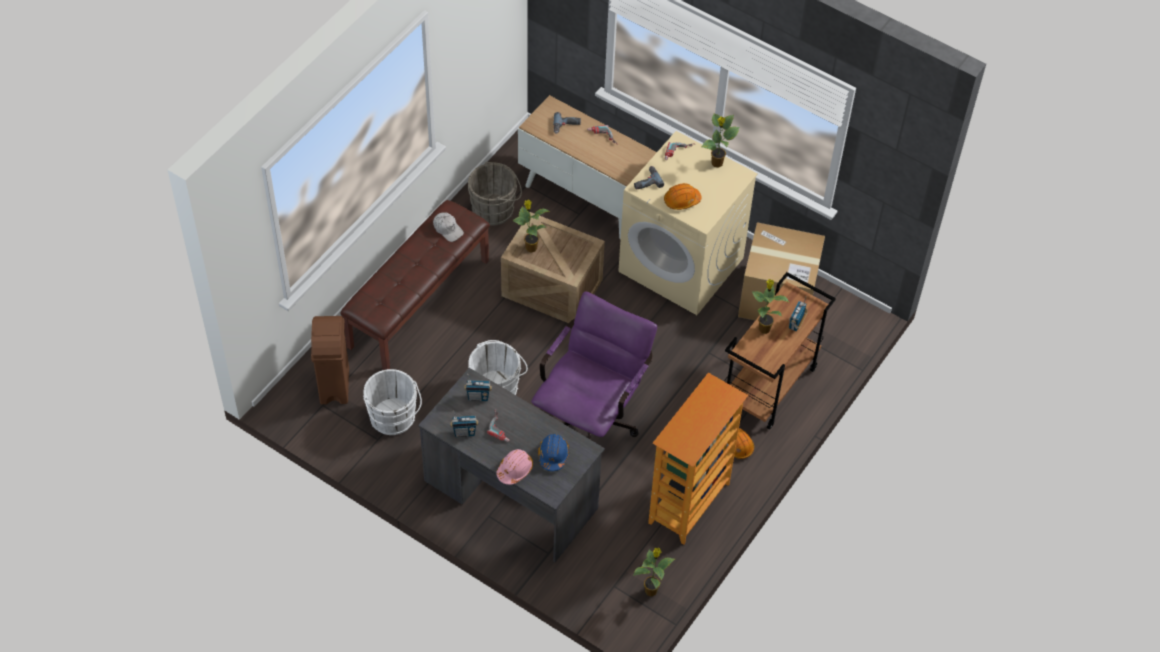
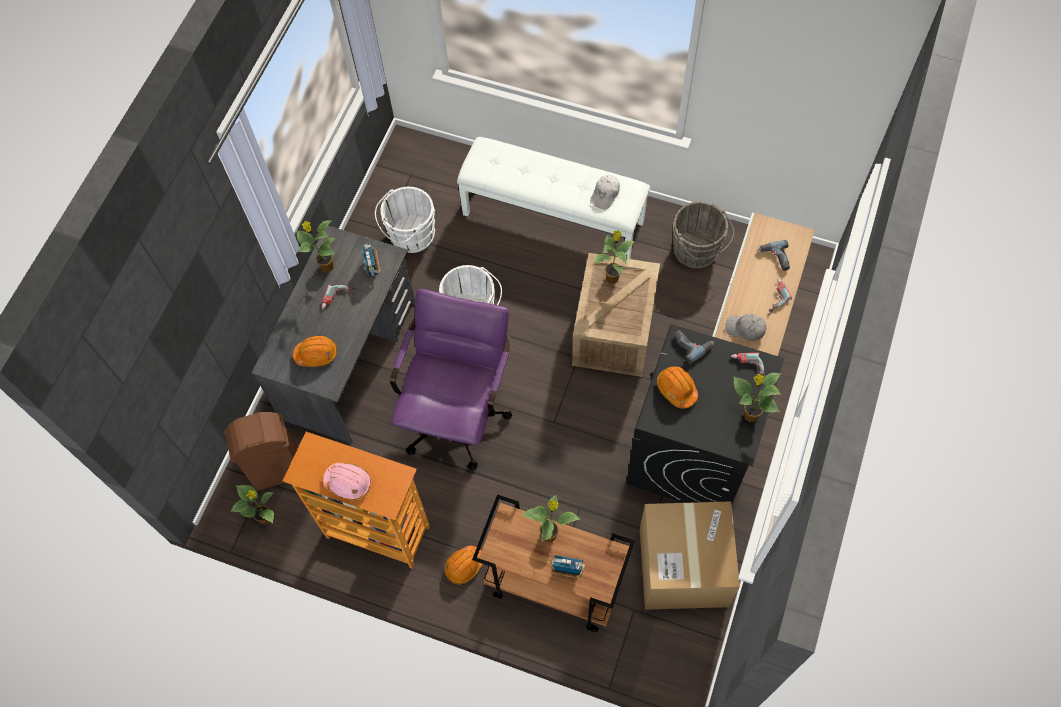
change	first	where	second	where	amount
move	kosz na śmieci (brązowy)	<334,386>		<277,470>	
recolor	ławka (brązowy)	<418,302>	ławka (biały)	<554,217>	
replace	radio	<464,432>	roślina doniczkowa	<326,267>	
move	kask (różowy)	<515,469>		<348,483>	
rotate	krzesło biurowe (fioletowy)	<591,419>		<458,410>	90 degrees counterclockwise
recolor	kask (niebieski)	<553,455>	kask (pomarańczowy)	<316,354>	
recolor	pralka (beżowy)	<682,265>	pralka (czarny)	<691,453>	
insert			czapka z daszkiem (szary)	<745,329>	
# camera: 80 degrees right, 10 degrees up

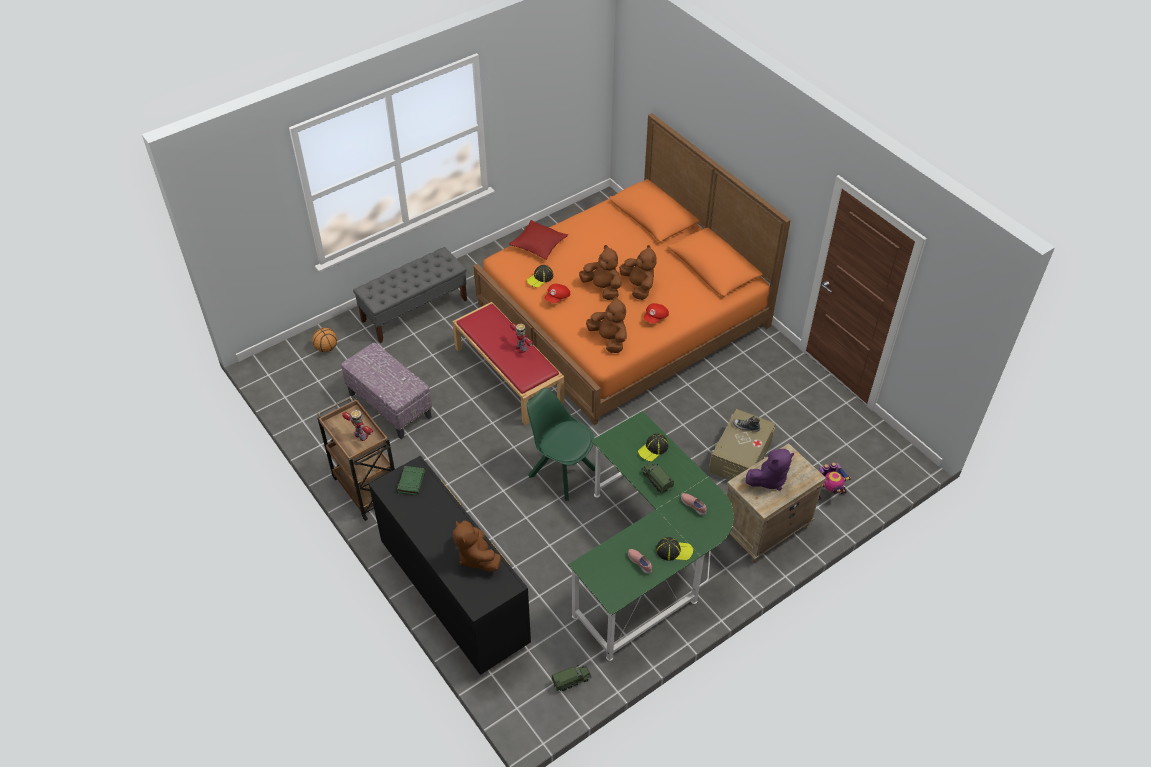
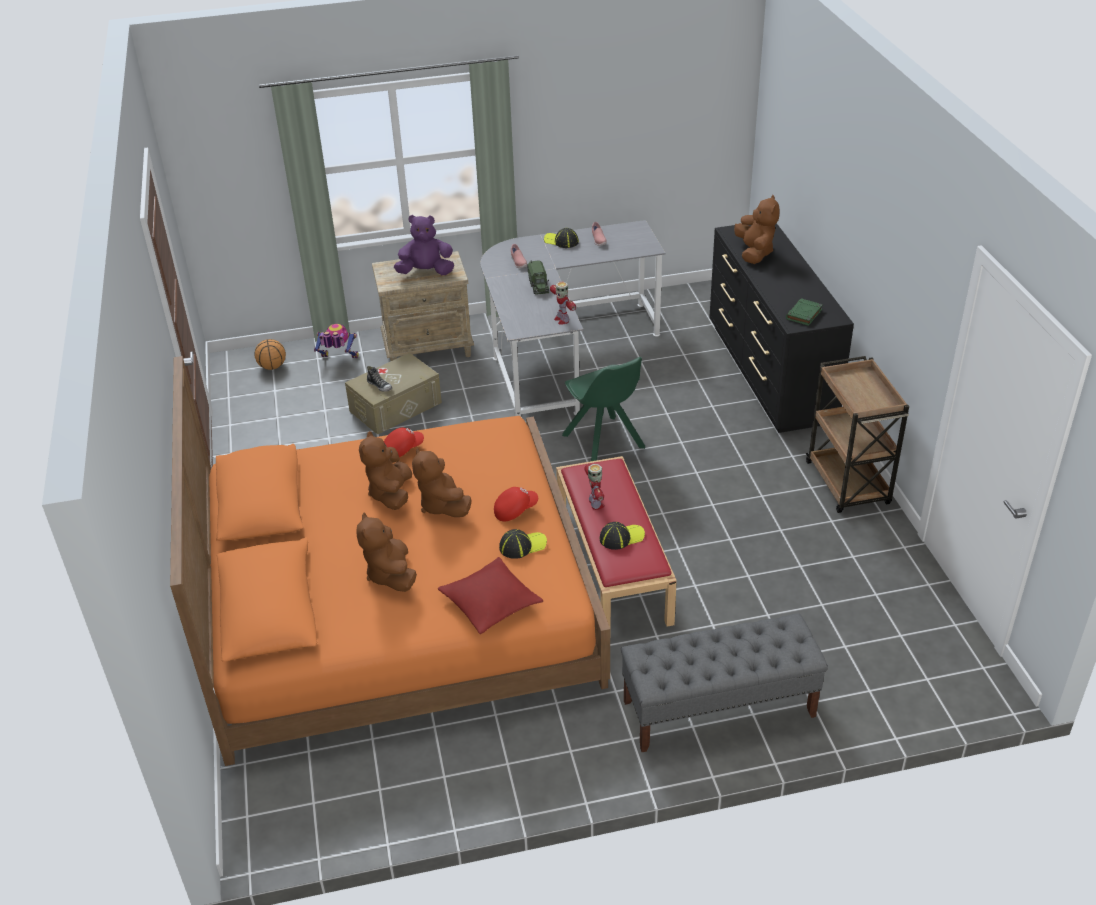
change	first	where	second	where	amount
move	piłka do koszykówki	<326,348>		<273,366>	
delete	pufa	<389,405>			
move	robot zabawkowy	<361,436>		<562,319>	
delete	ciężarówka zabawkowa	<571,680>			
recolor	biurko (zielony)	<649,561>	biurko (szary)	<560,352>	
move	pluszak (brązowy)	<609,339>		<390,575>	
move	czapka z daszkiem	<653,449>		<621,537>	
# camera: 155 degrees left, 10 degrees down

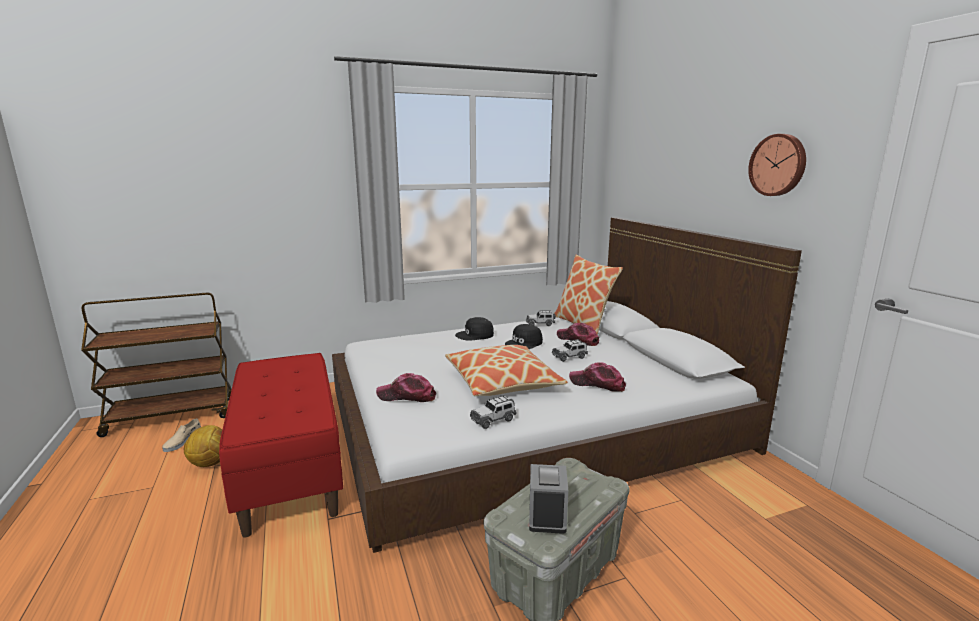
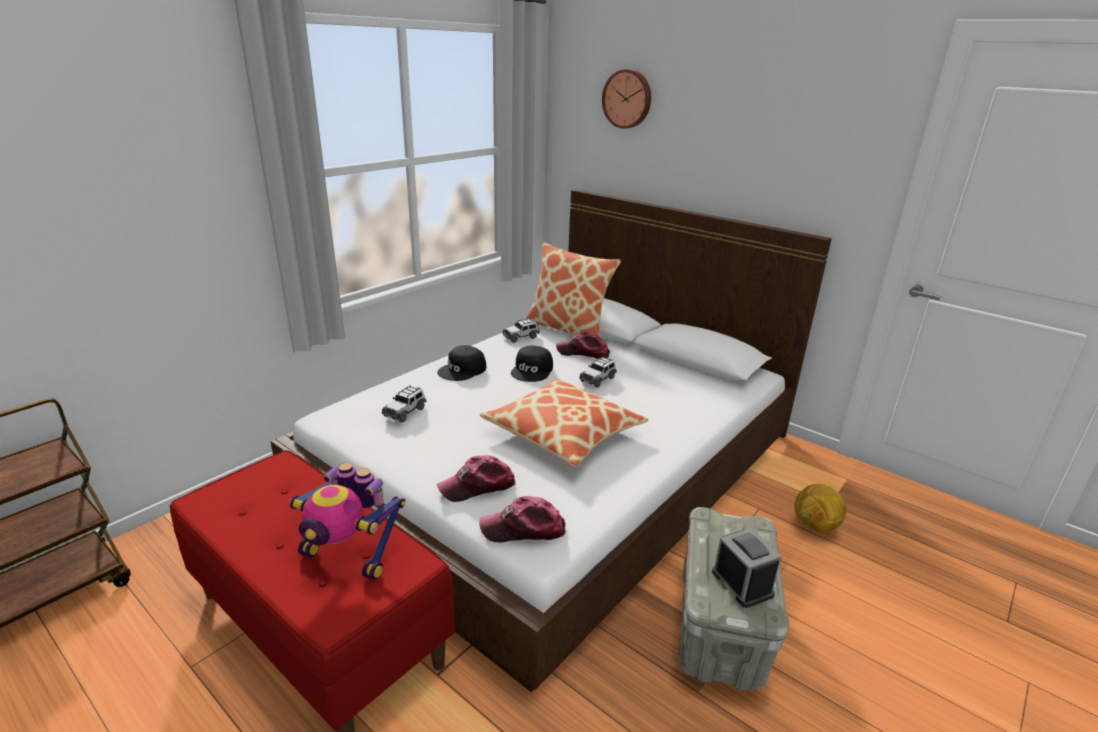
change	first	where	second	where	amount
delete	but (beżowy)	<182,441>			
move	piłka futbolowa	<210,464>		<815,527>	
move	samochodzik	<493,420>		<405,412>	
move	czapka z daszkiem	<597,384>		<523,529>	
move	zegar ścienny	<778,165>		<627,99>	
insert			robot zabawkowy	<349,556>	
# camera: 30 degrees left, 10 degrees up

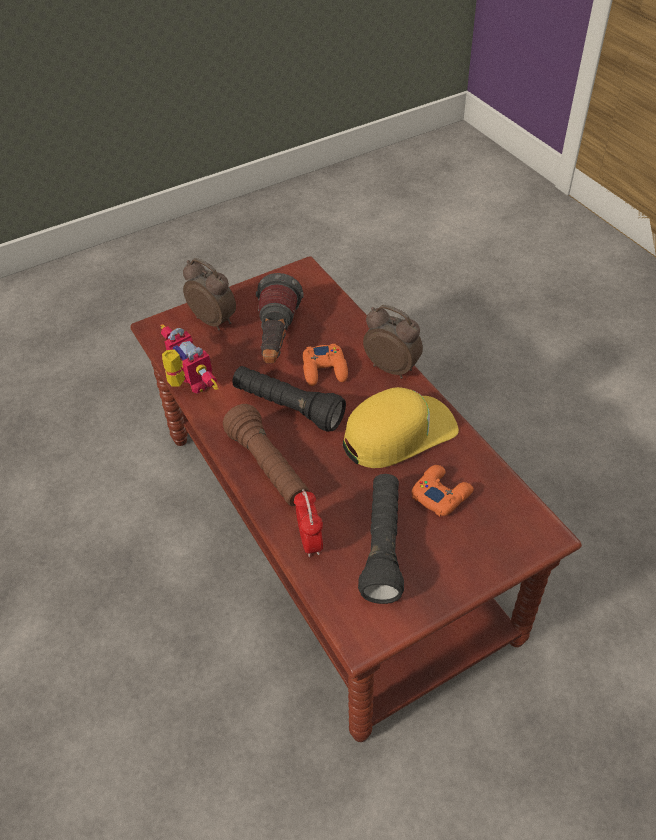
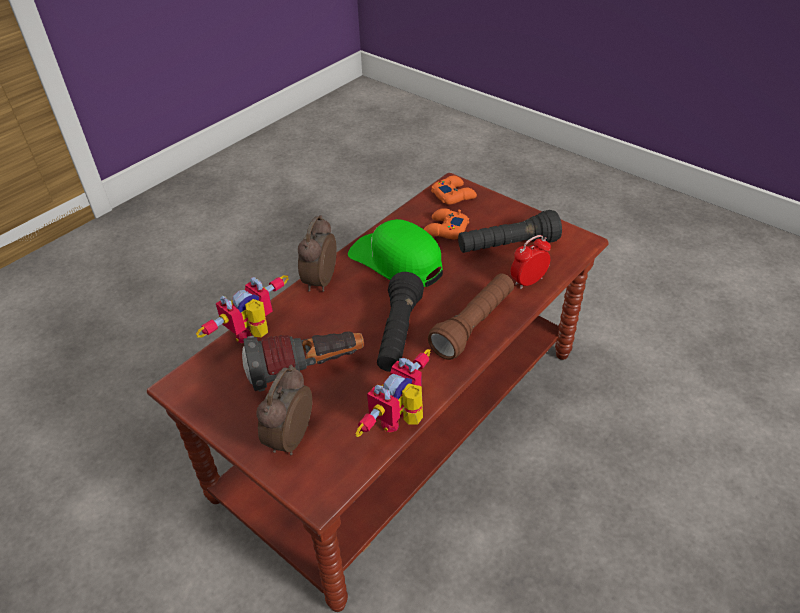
change	first	where	second	where	amount
move	pad do gier (pomarańczowy)	<325,369>		<453,195>	
recolor	czapka z daszkiem (żółty)	<399,433>	czapka z daszkiem (zielony)	<396,261>	
insert			robot zabawkowy	<254,335>	
# camera: 110 degrees left, 5 degrees down

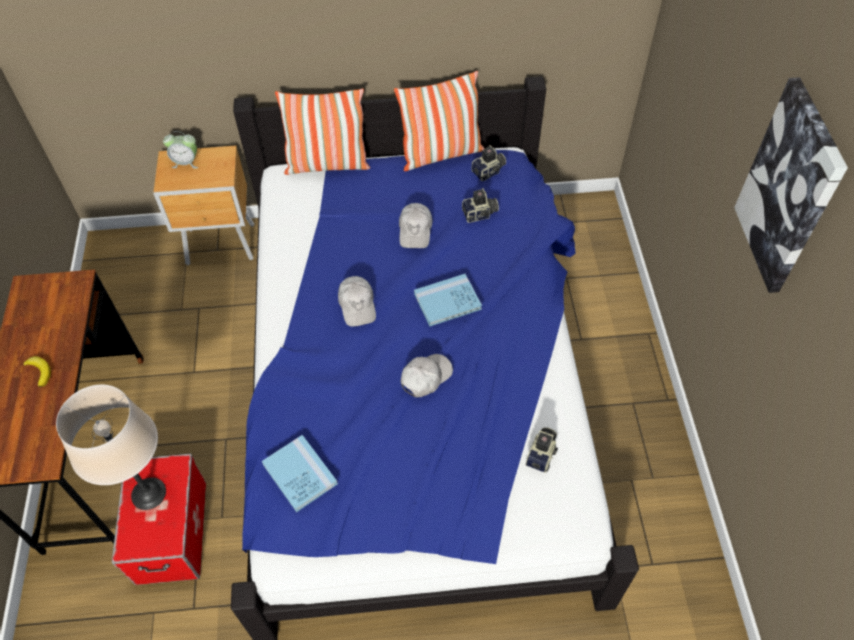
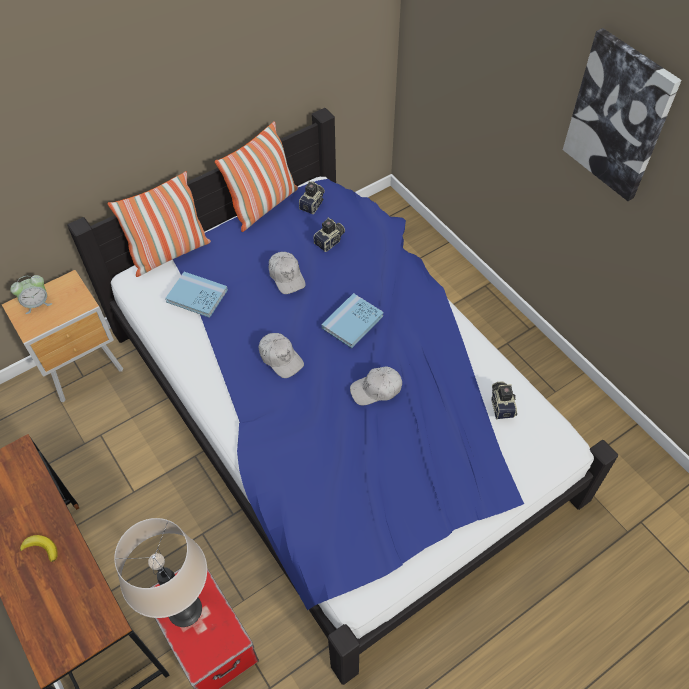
change	first	where	second	where	amount
move	książka (niebieski)	<300,474>		<197,296>	
rotate	czapka z daszkiem (biały)	<425,377>		<376,389>	120 degrees counterclockwise
# camera: 30 degrees left, 0 degrees up

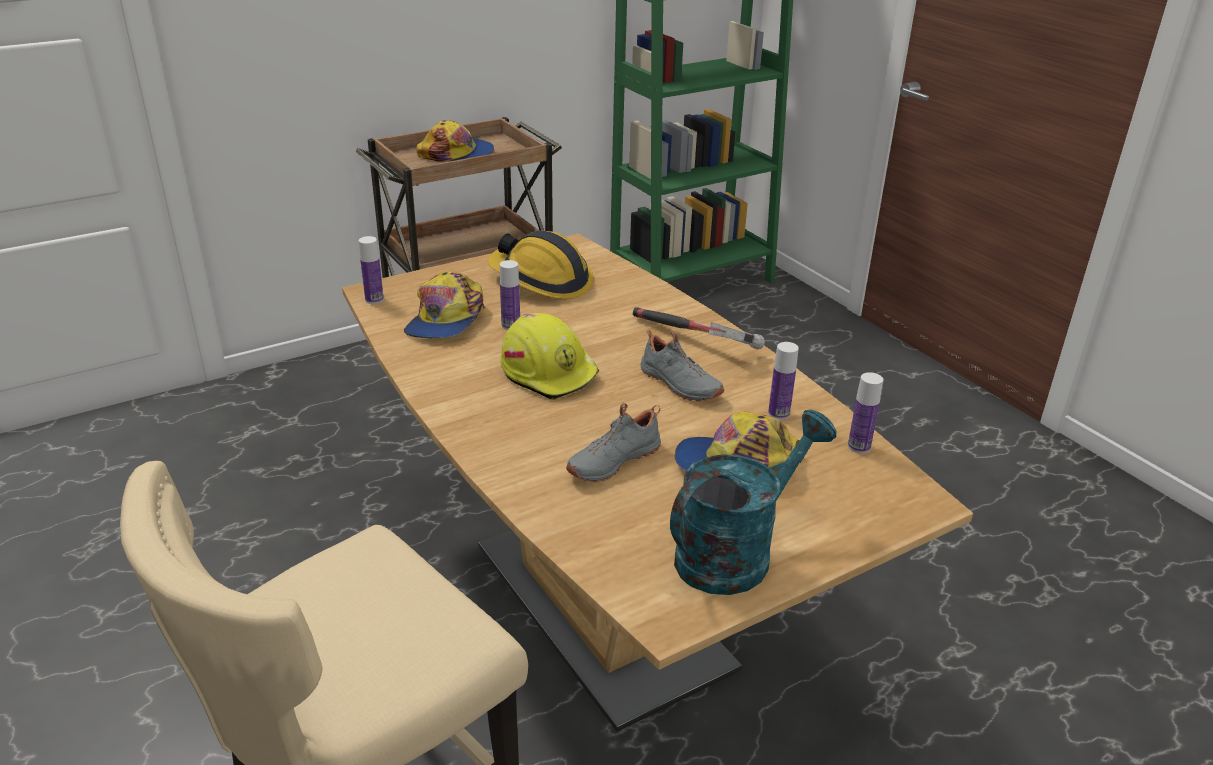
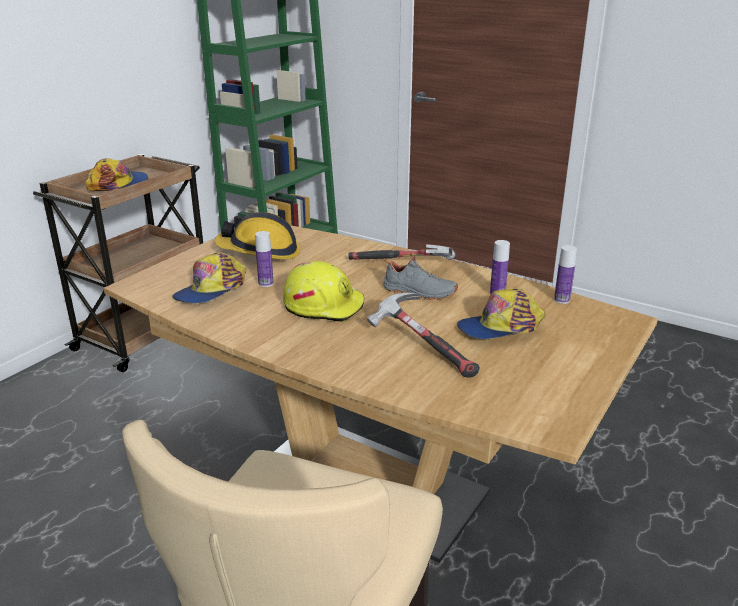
change	first	where	second	where	amount
delete	butelka	<374,299>			
rotate	czapka z daszkiem	<446,319>		<212,290>	45 degrees clockwise
replace	but (szary)	<612,460>	młotek	<422,347>	
delete	konewka (turkusowy)	<735,552>			
# camera: 25 degrees left, 5 degrees down

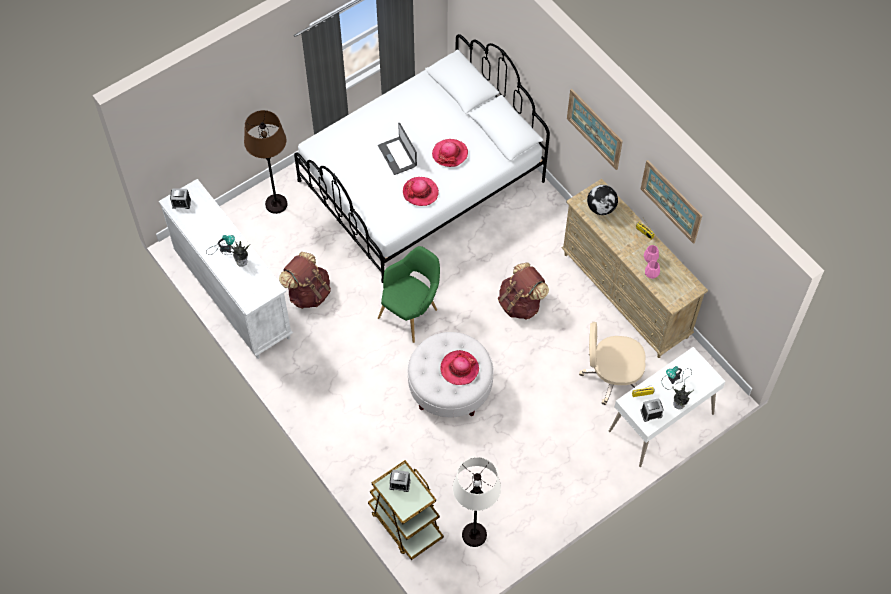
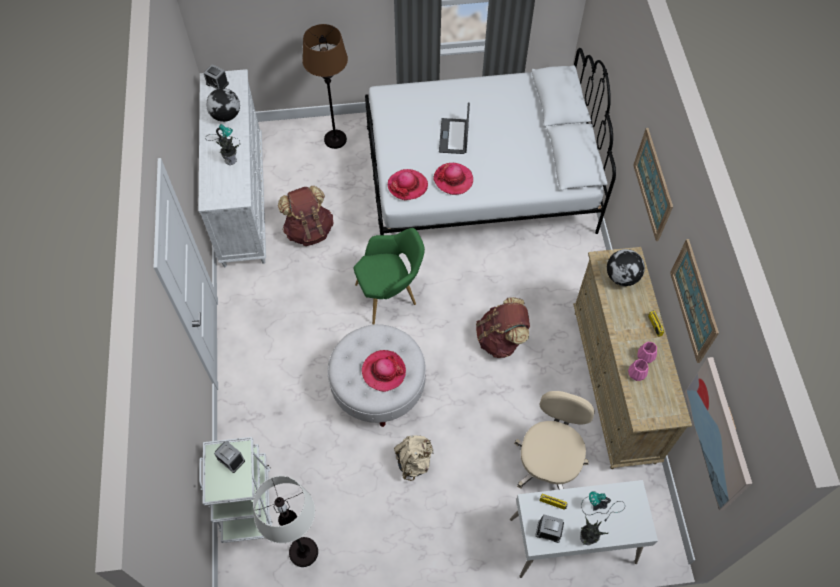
change	first	where	second	where	amount
recolor	wózek (brązowy)	<405,523>	wózek (biały)	<246,500>	
move	kapelusz	<450,154>		<407,186>	
rotate	krzesło biurowe (beżowy)	<611,376>		<548,462>	75 degrees clockwise
insert			globus	<226,115>	
insert			plecak (beżowy)	<414,461>	
insert			obraz	<719,433>	
# camera: 30 degrees right, 0 degrees up

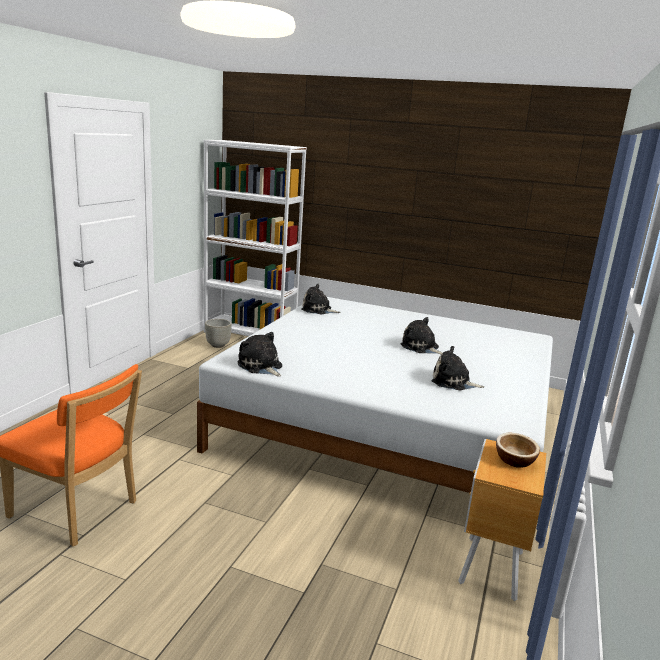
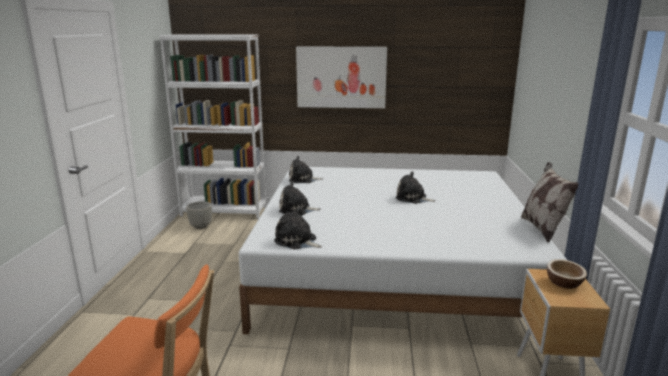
change	first	where	second	where	amount
move	pluszak	<453,382>		<296,209>	
insert			obraz	<341,77>	
insert			poduszka	<542,229>	
# camera: 15 degrees left, 0 degrees up

